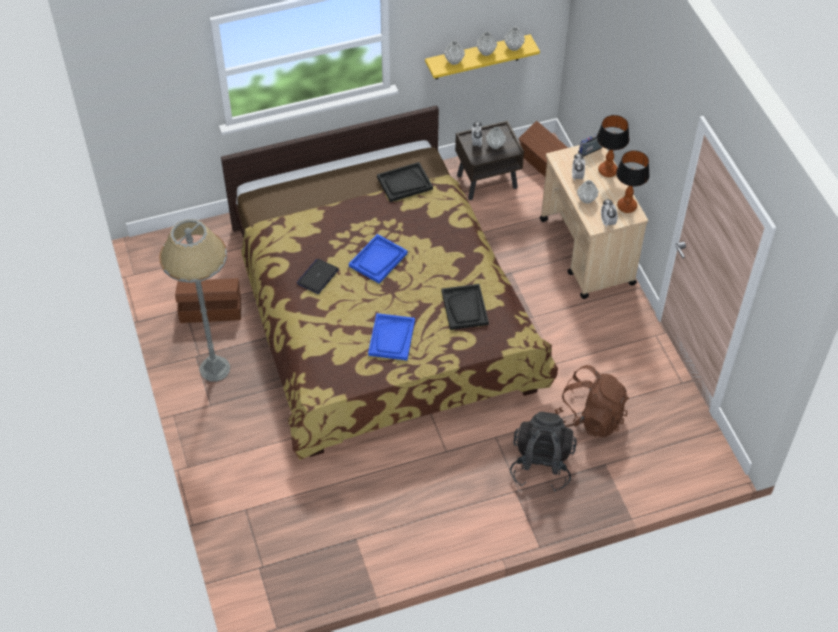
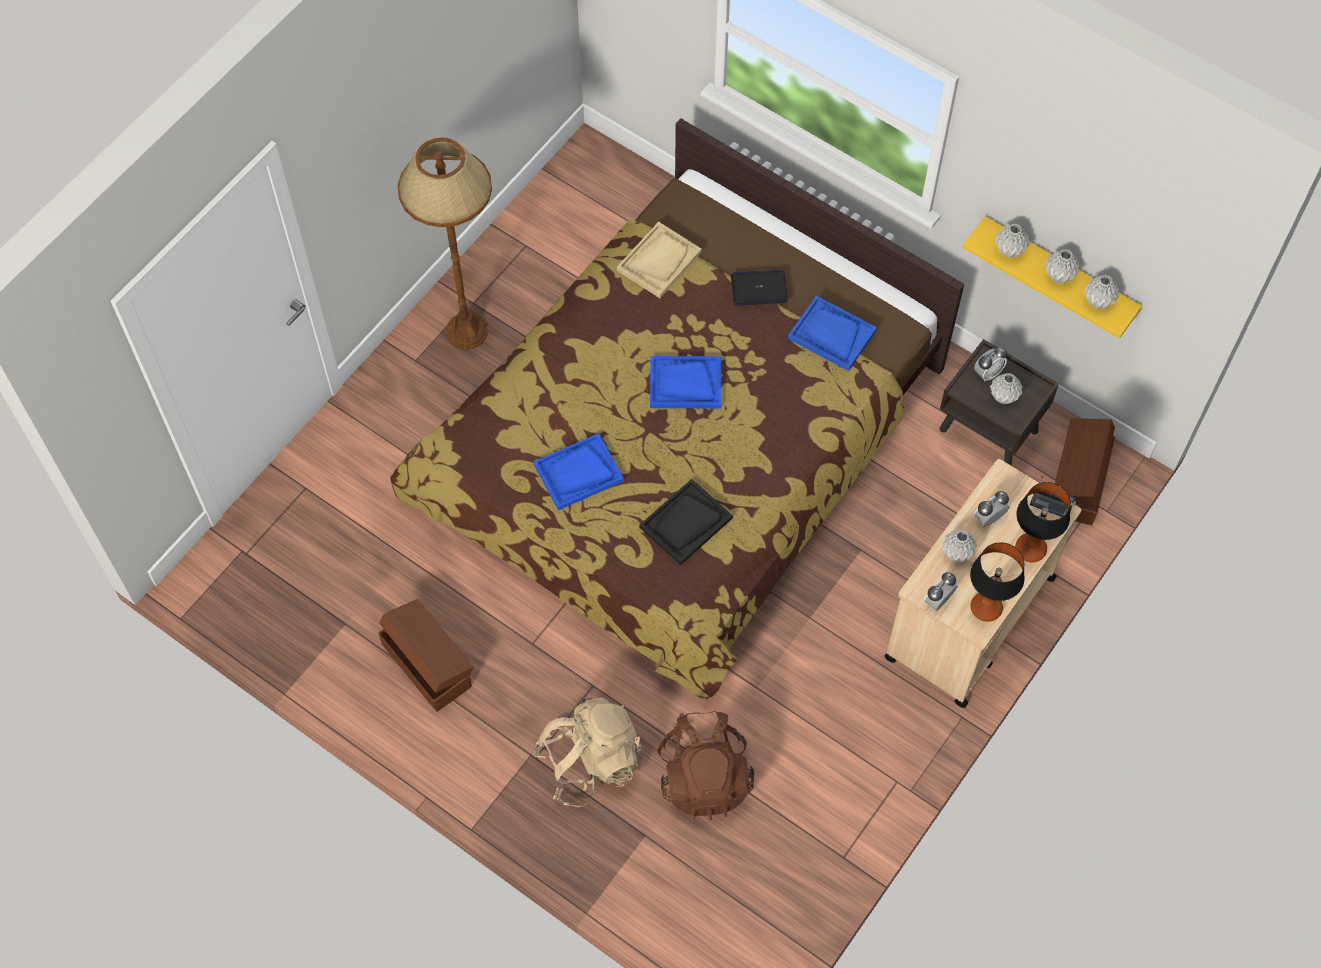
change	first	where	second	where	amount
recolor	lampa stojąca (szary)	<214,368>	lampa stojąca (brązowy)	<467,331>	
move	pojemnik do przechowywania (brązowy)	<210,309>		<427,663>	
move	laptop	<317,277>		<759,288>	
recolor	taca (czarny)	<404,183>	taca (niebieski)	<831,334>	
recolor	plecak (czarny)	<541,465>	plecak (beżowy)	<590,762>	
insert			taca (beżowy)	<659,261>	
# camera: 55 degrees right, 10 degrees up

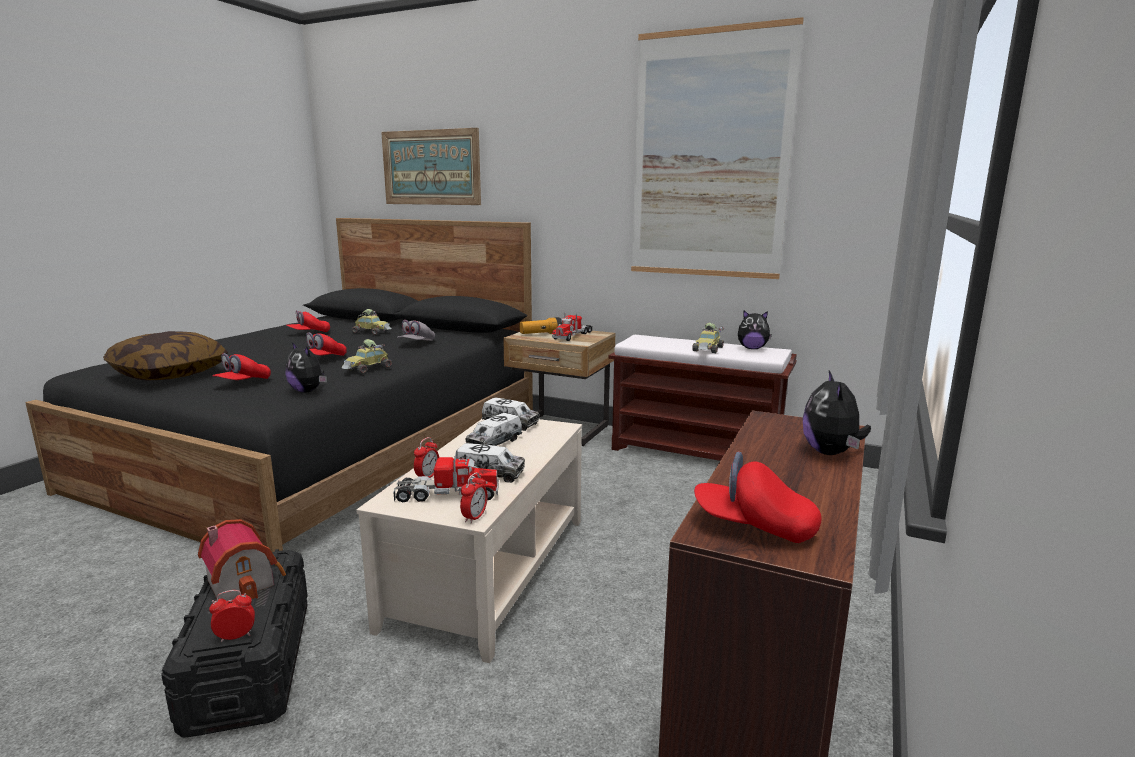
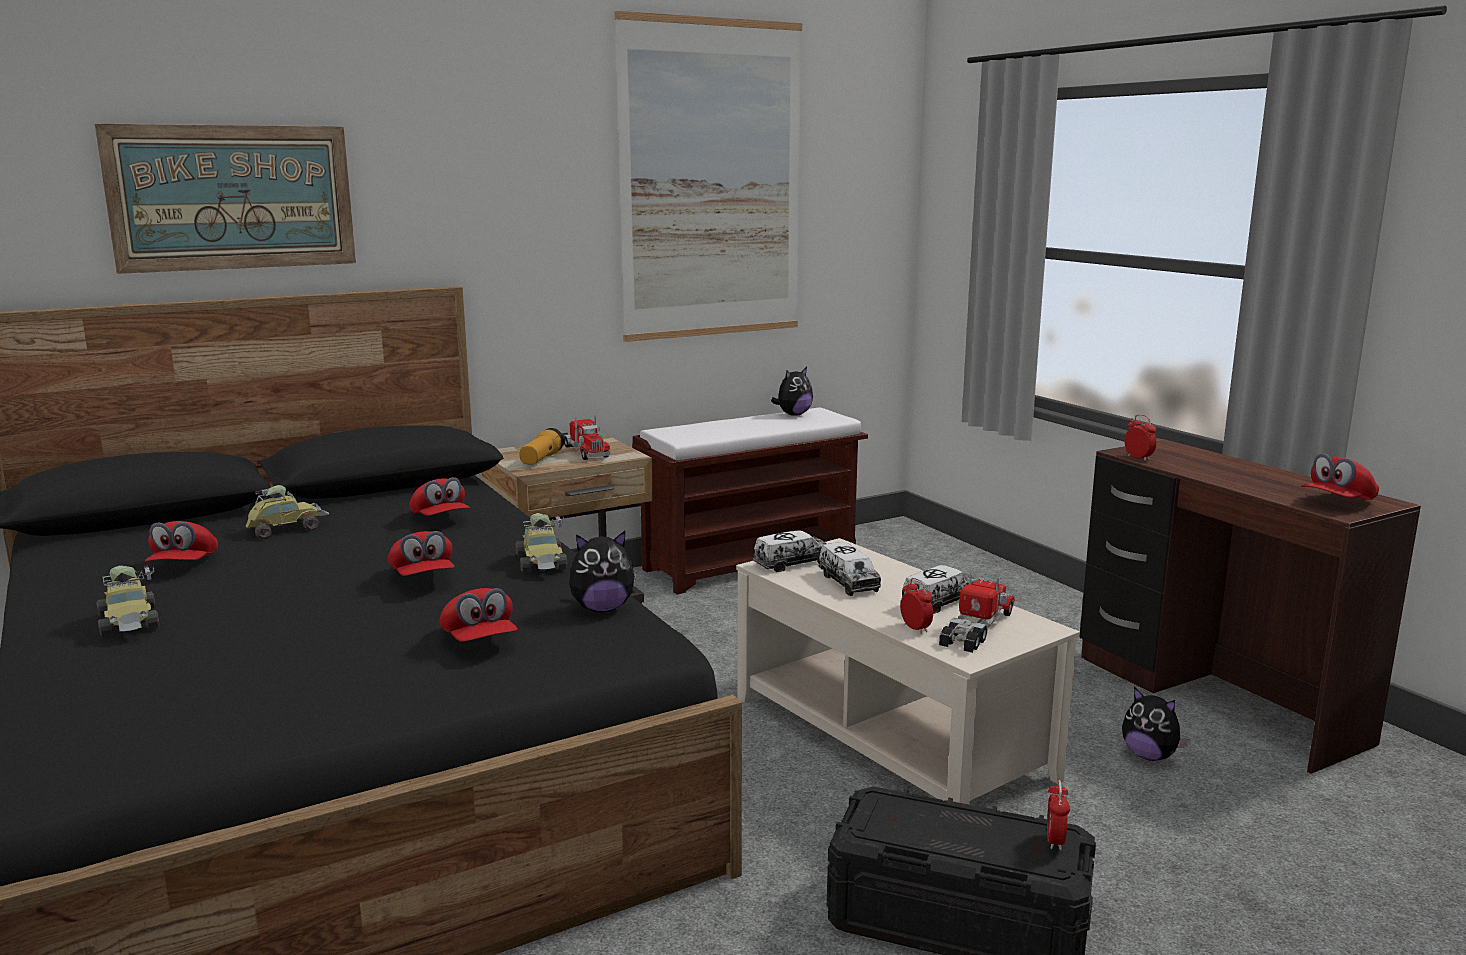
change	first	where	second	where	amount
delete	poduszka	<170,374>			
delete	domek	<245,580>			
recolor	czapka z daszkiem (szary)	<416,344>	czapka z daszkiem (czerwony)	<440,519>	
move	budzik	<474,517>		<1138,458>	
move	samochodzik	<708,349>		<131,622>	
move	pluszak	<831,453>		<1149,756>	
# camera: 55 degrees left, 0 degrees up

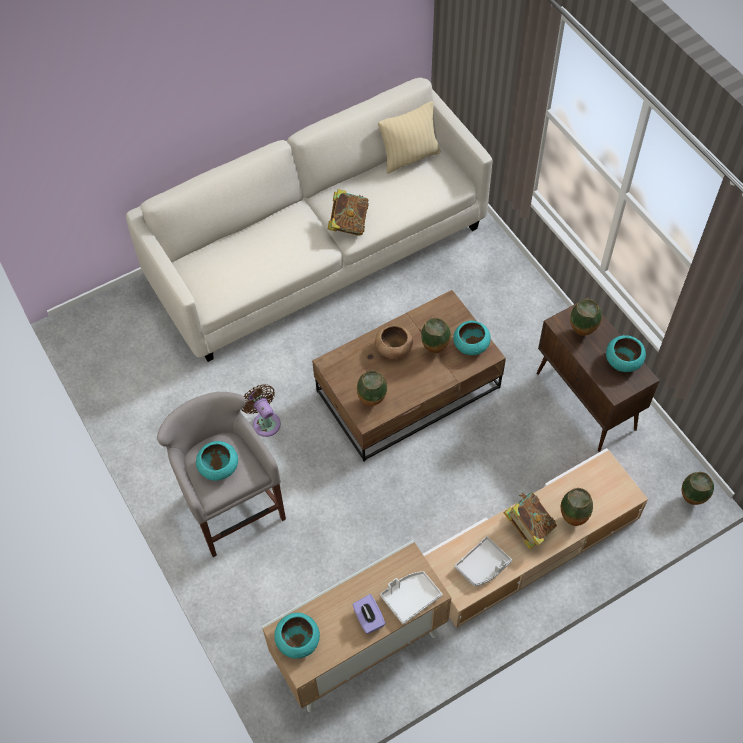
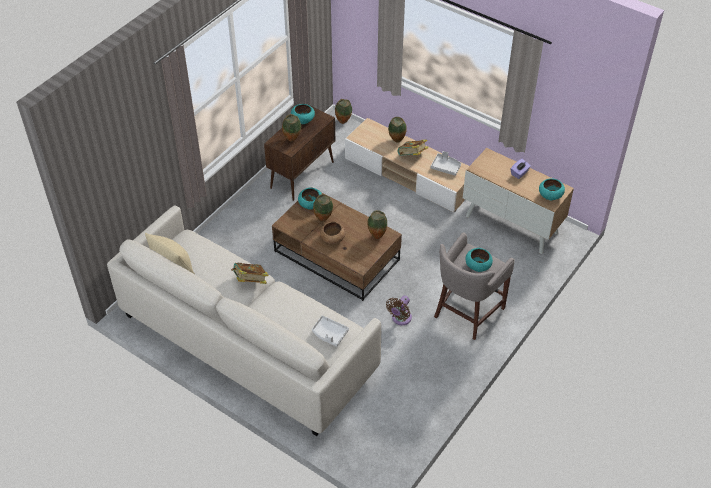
change	first	where	second	where	amount
move	taca (biały)	<410,597>		<329,334>	
# camera: 115 degrees left, 10 degrees down

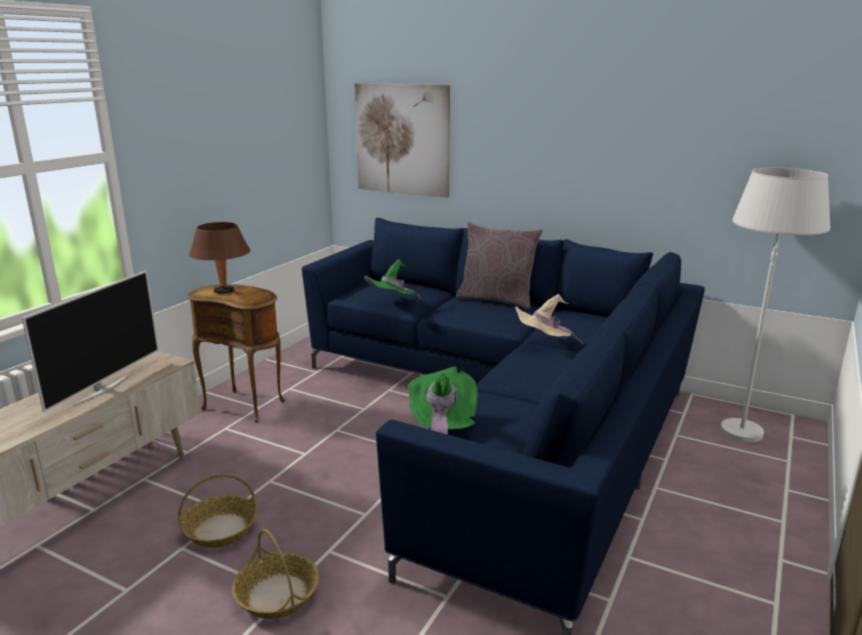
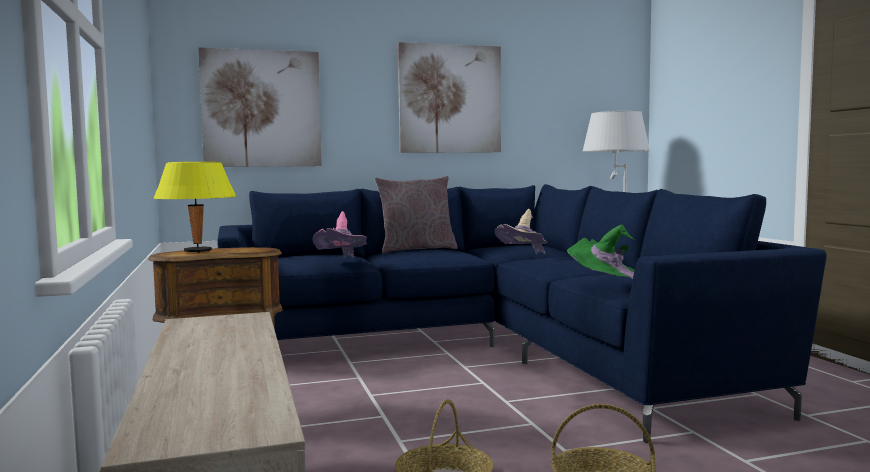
change	first	where	second	where	amount
delete	telewizor	<103,389>			
recolor	lampa stołowa (brązowy)	<224,291>	lampa stołowa (żółty)	<197,251>	
recolor	kapelusz (zielony)	<391,305>	kapelusz (różowy)	<342,262>	
insert			obraz	<450,99>	
# camera: 45 degrees left, 15 degrees down

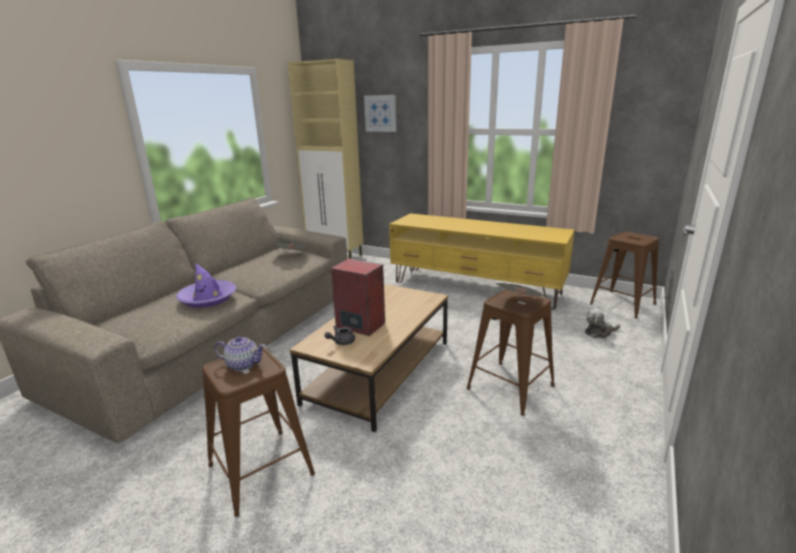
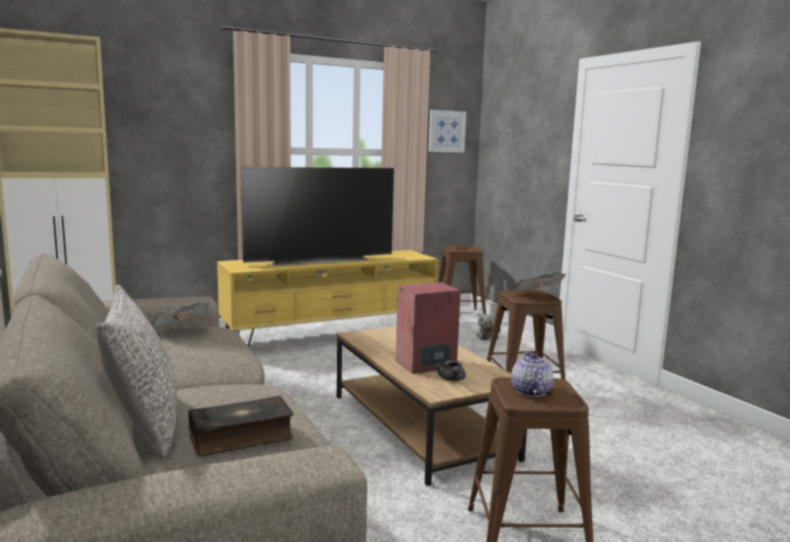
change	first	where	second	where	amount
delete	kapelusz (fioletowy)	<208,299>			
rotate	imbryk	<242,364>		<530,391>	45 degrees counterclockwise
move	obraz	<380,113>		<446,131>	
insert			poduszka (szary)	<144,425>	
insert			książka	<241,437>	
insert			telewizor	<319,260>	
# camera: 55 degrees left, 10 degrees down

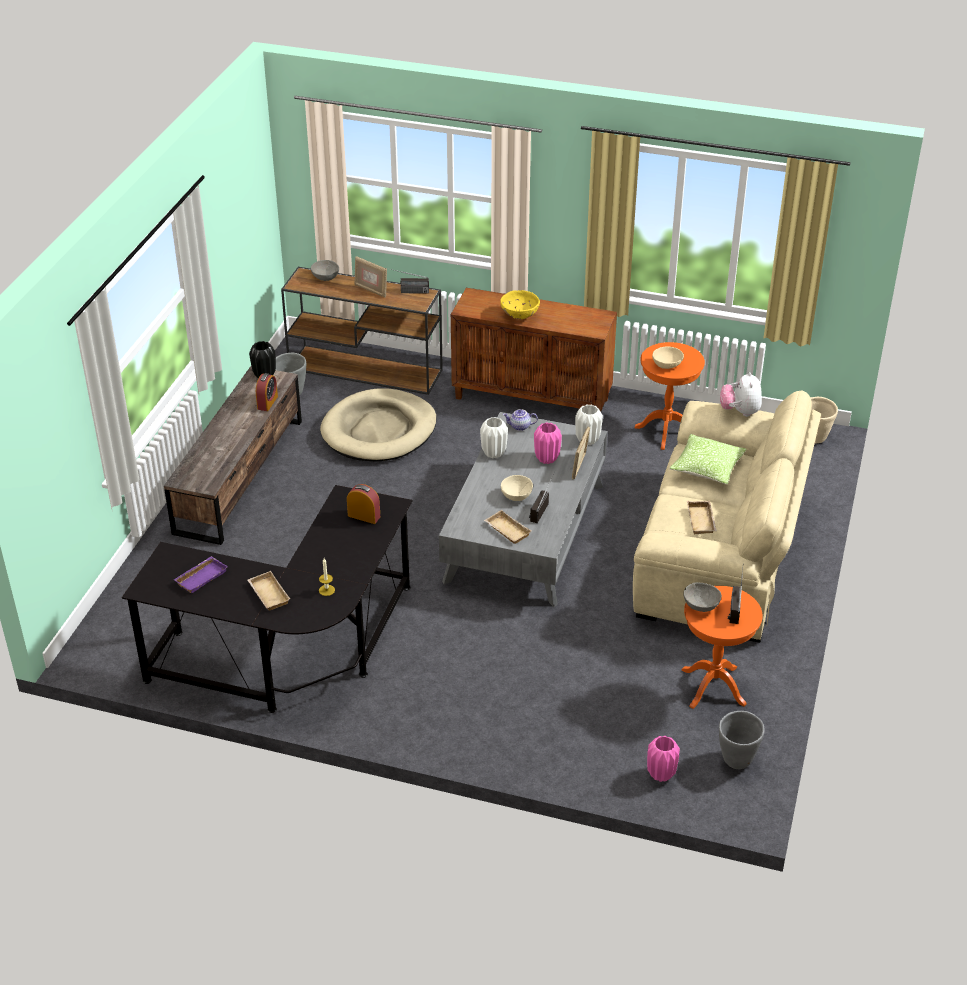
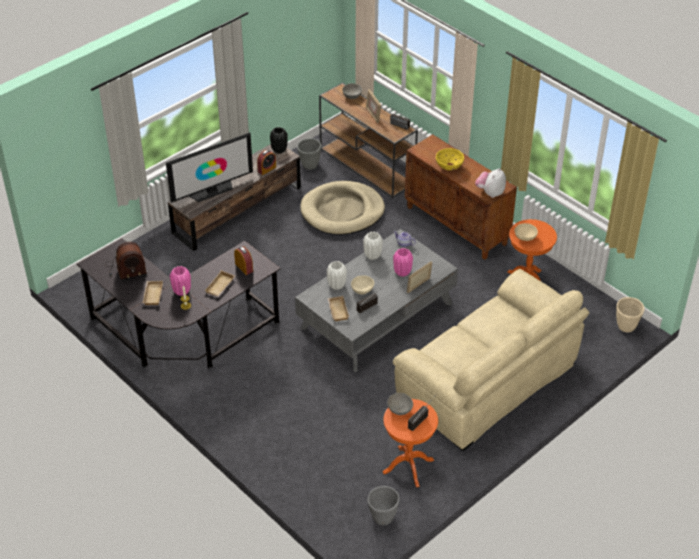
change	first	where	second	where	amount
replace	taca (fioletowy)	<201,577>	radio	<126,269>	
move	wazon (biały)	<587,440>		<336,285>	
move	wazon (różowy)	<660,774>		<181,291>	
delete	poduszka	<707,467>			
move	taca (beżowy)	<702,521>		<220,286>	
move	pluszak	<740,411>		<490,193>	
insert			telewizor	<212,191>	
# camera: 30 degrees right, 5 degrees up

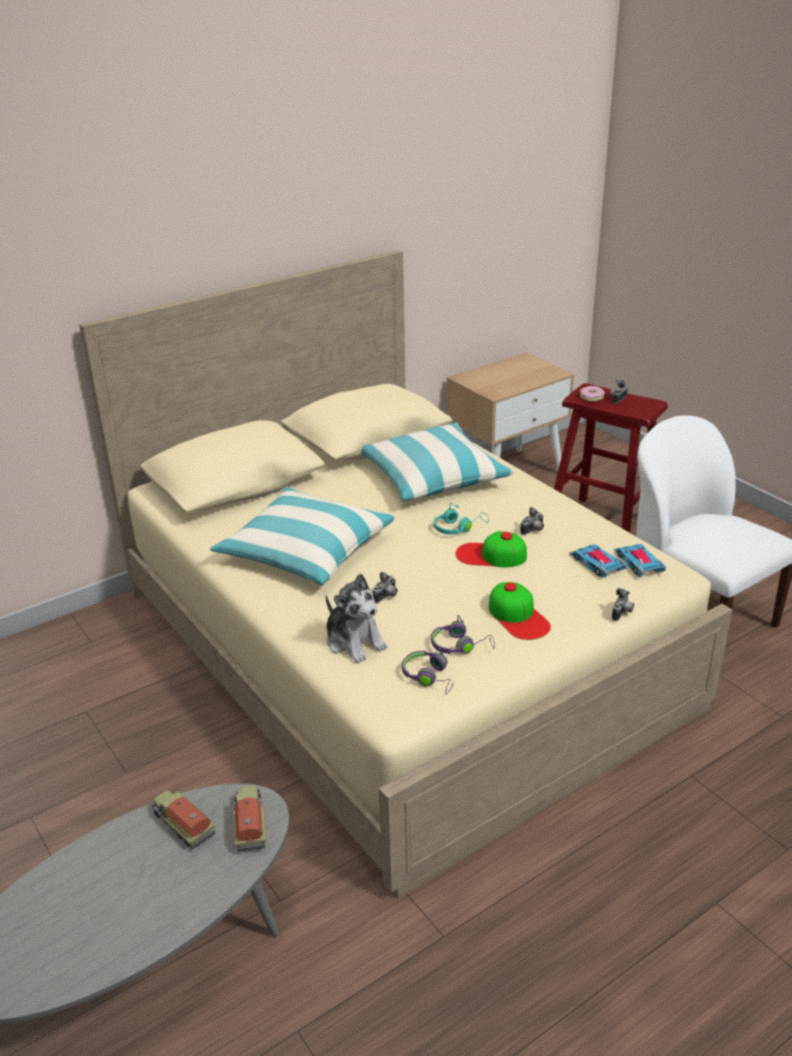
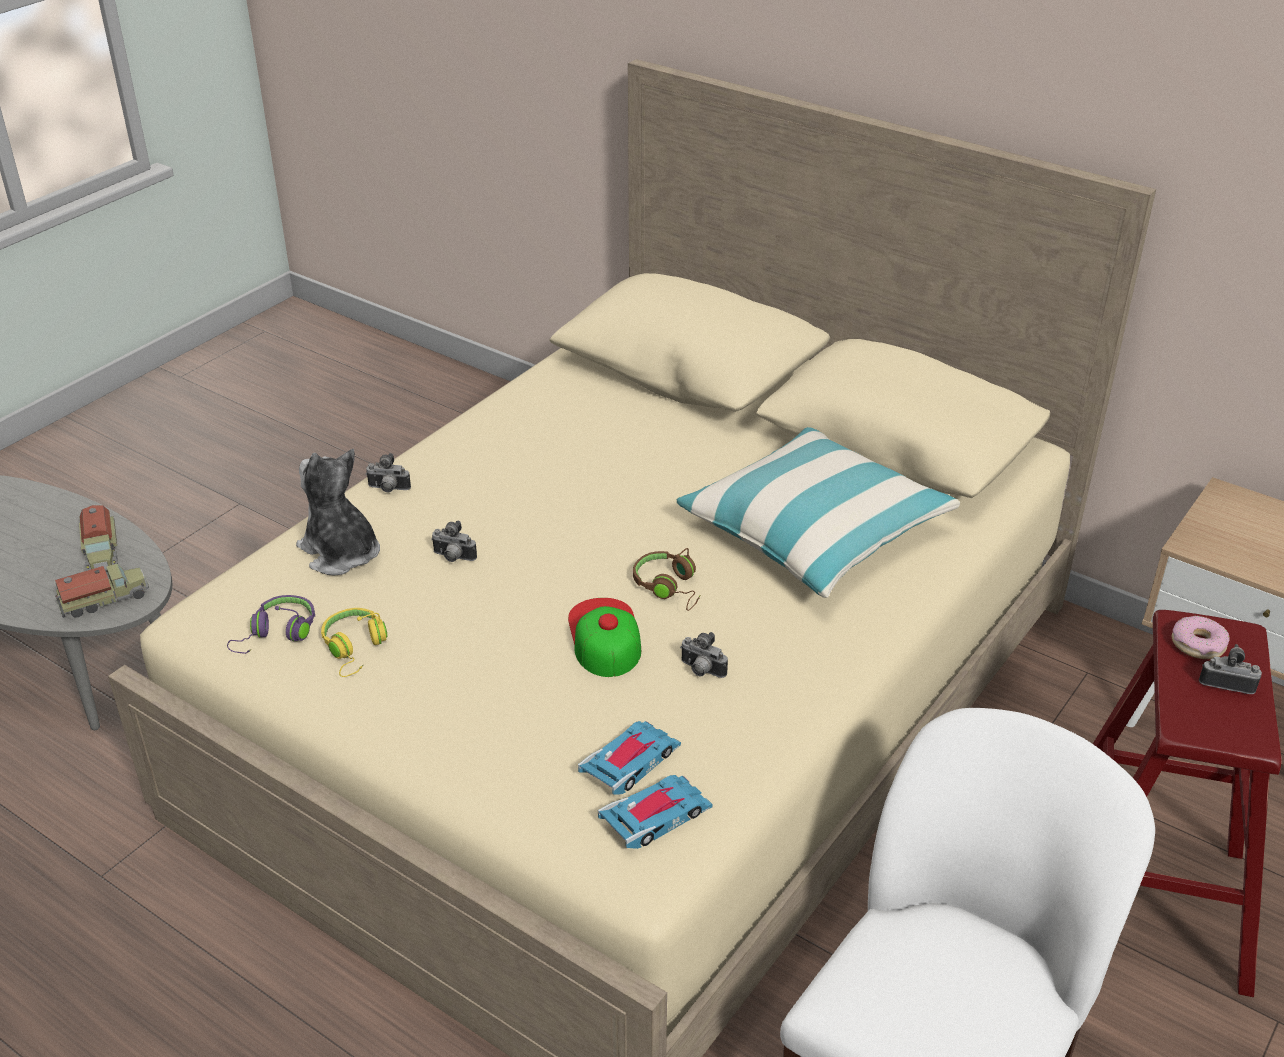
change	first	where	second	where	amount
rotate	ciężarówka zabawkowa	<183,824>		<101,554>	135 degrees clockwise
delete	poduszka	<306,551>			
rotate	pluszak	<354,642>		<341,553>	105 degrees clockwise
recolor	słuchawki (fioletowy)	<460,646>	słuchawki (żółty)	<355,648>	
recolor	słuchawki (turkusowy)	<458,528>	słuchawki (brązowy)	<670,587>	
delete	czapka z daszkiem	<518,616>			
move	aparat fotograficzny	<622,613>		<388,489>	
# camera: 70 degrees right, 5 degrees up

